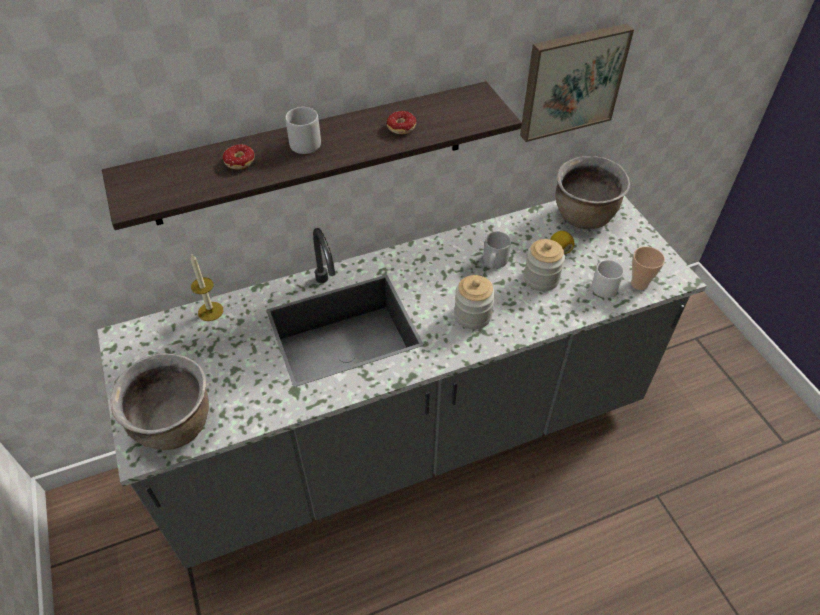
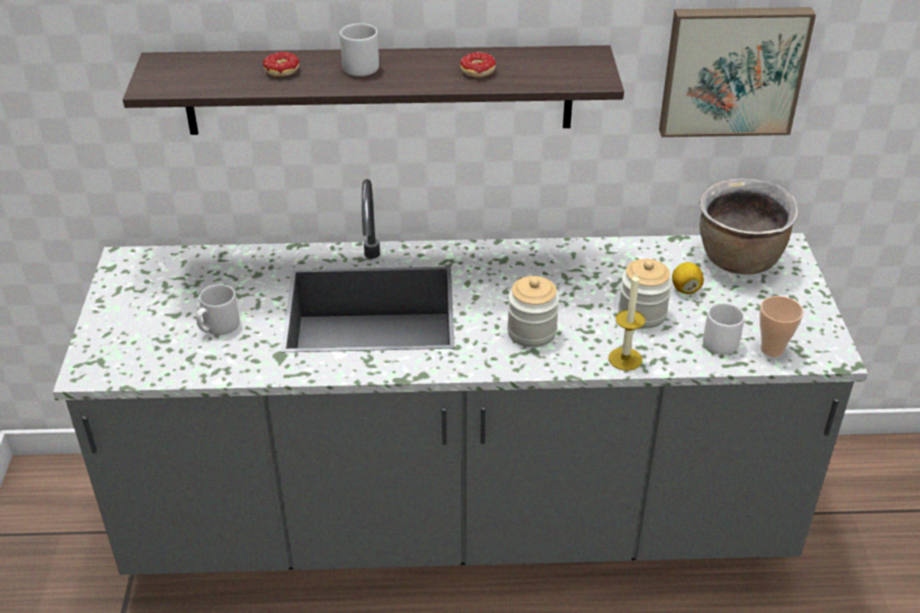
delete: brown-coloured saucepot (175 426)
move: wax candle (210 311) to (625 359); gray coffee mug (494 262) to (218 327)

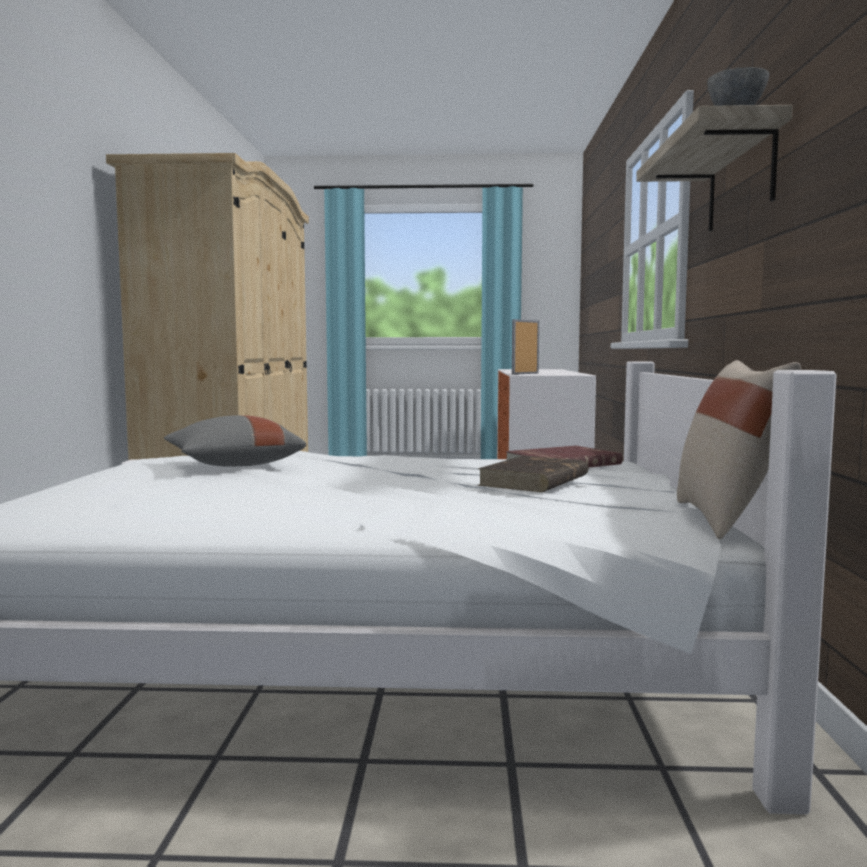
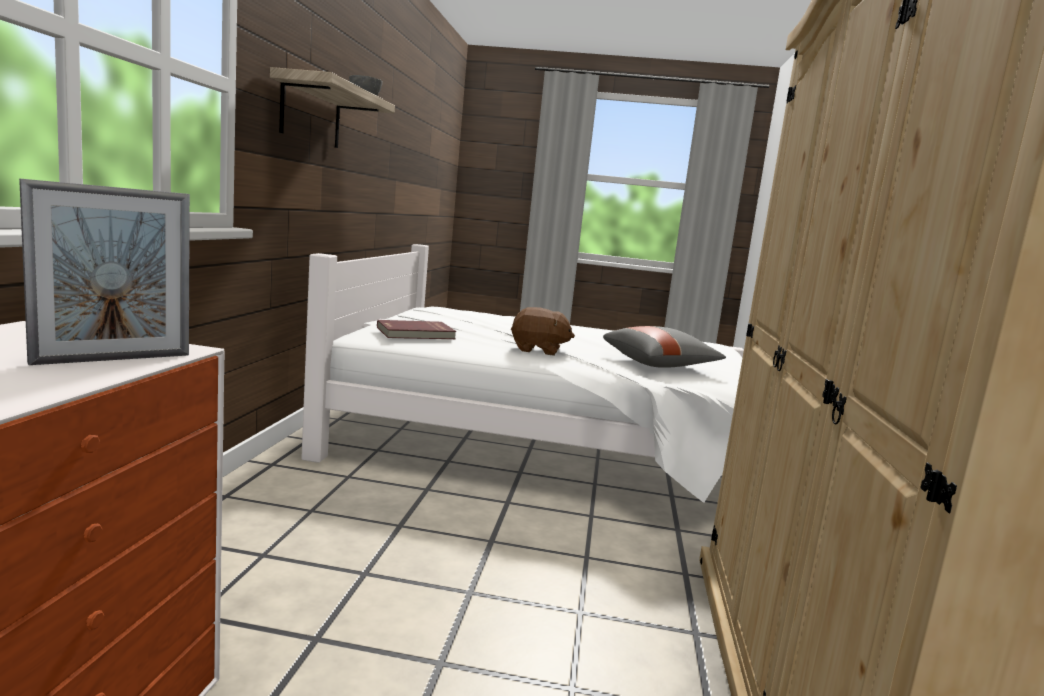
delete: brown-coloured book (534 481); beige-coloured cushion (728 519)
insert: brown-coloured plush toy (538 350)

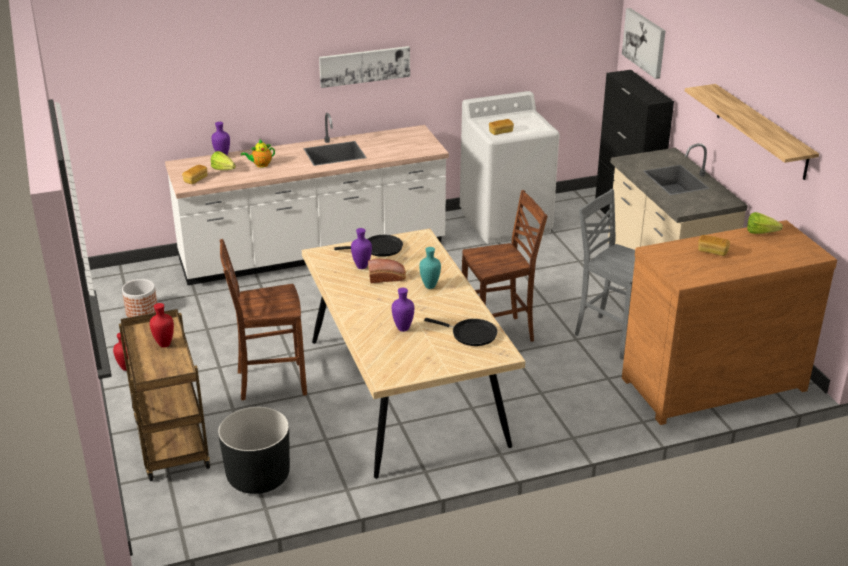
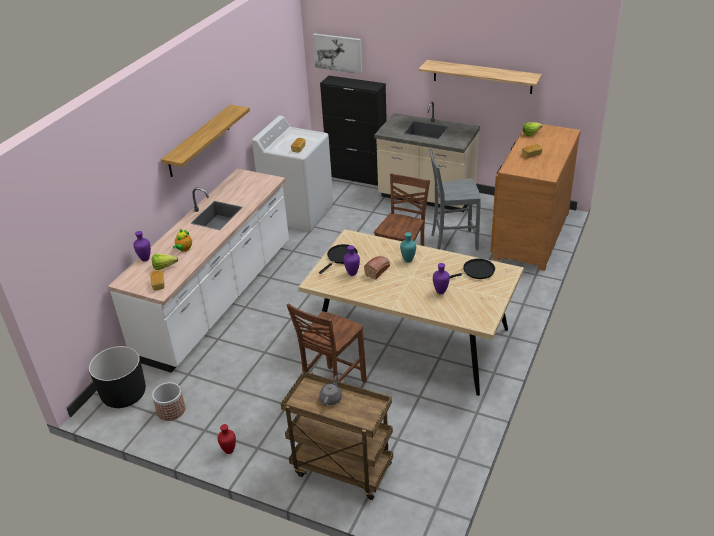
move: black-coloured flower pot (258 476) to (124 394)
replace: red vase (164 344) to gray teapot (331 398); picture (364 66) to bracket shelf (199 141)

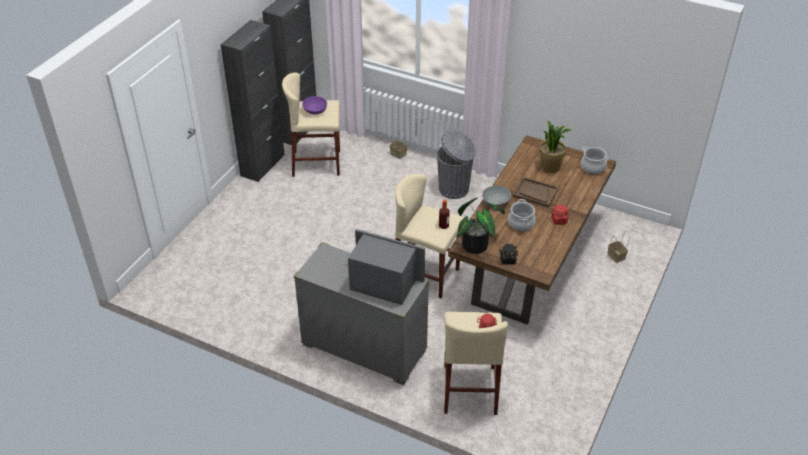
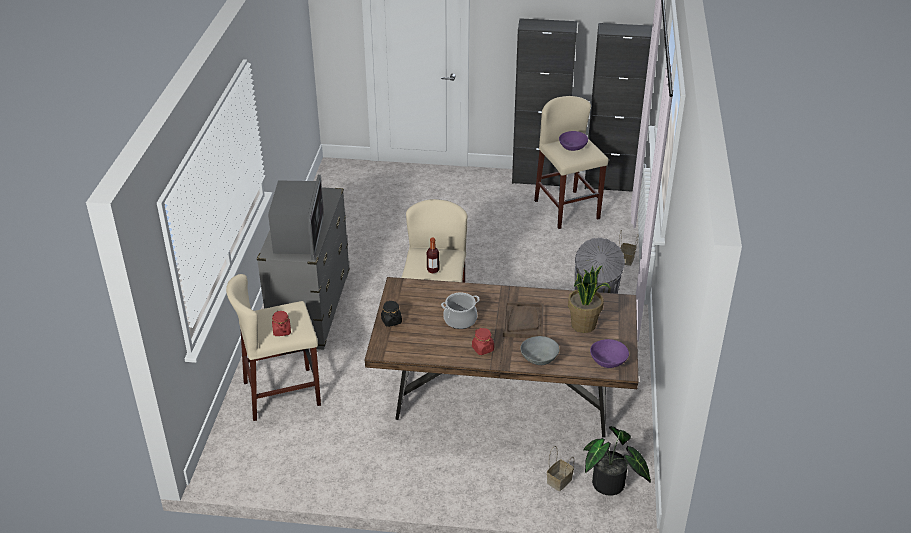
move: plant in a pot (478 245) to (610 487); gray serving bowl (496 202) to (539 358)
replace: saucepot (593 167) to purplish serving bowl (608 362)

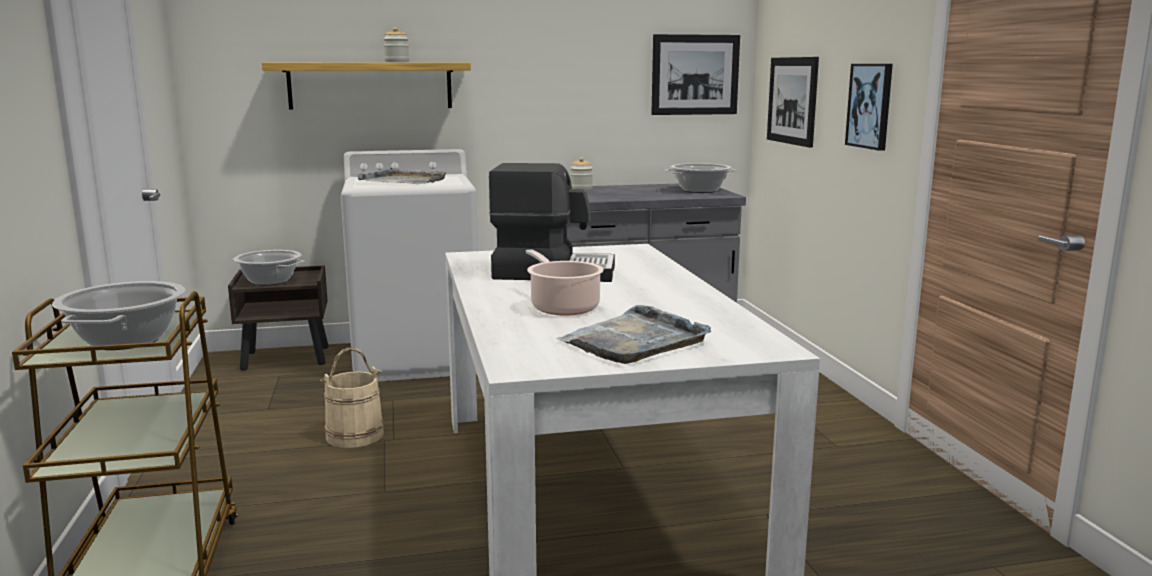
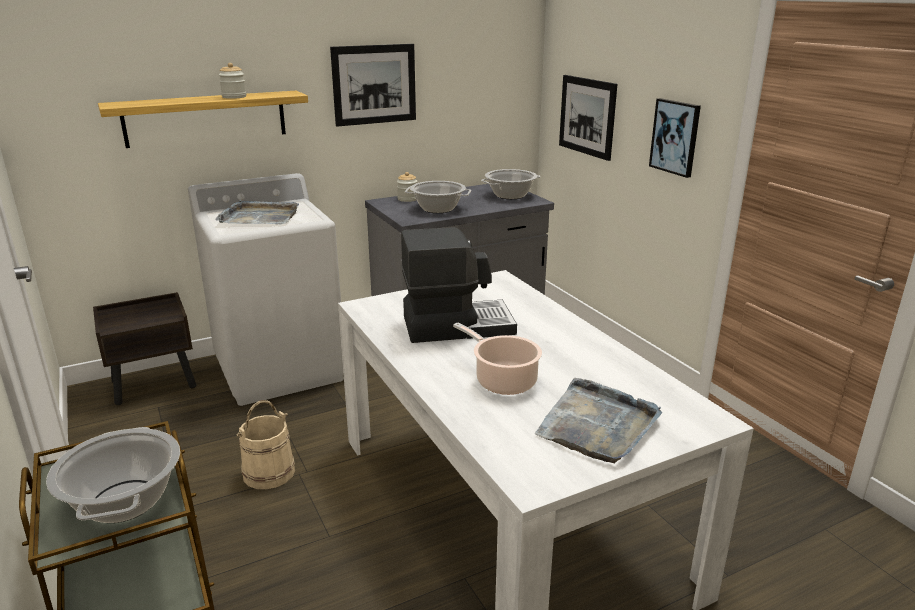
move: saucepot (269 281) to (437 209); picture (695 75) to (374 84)

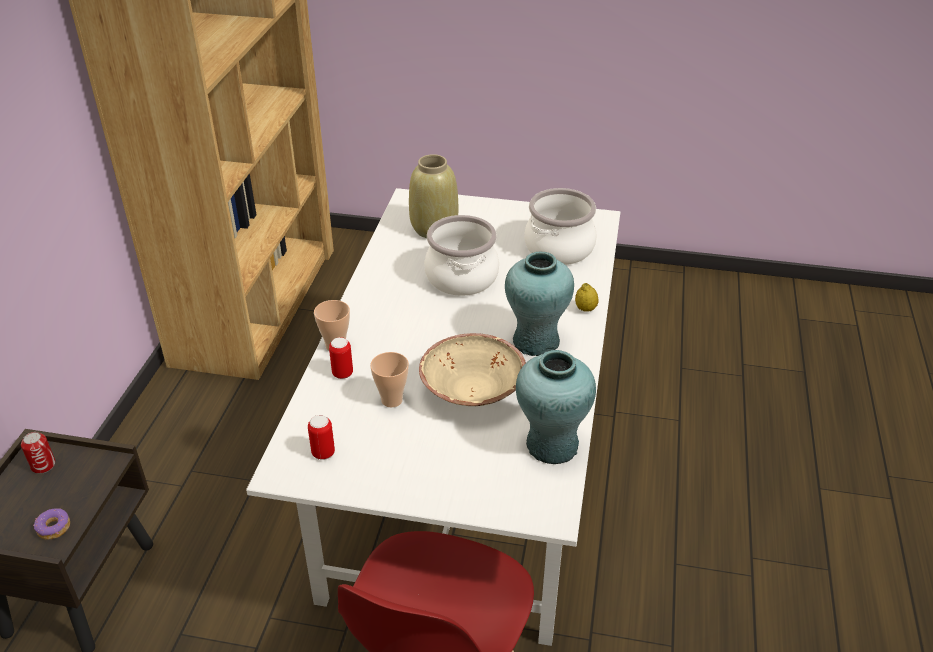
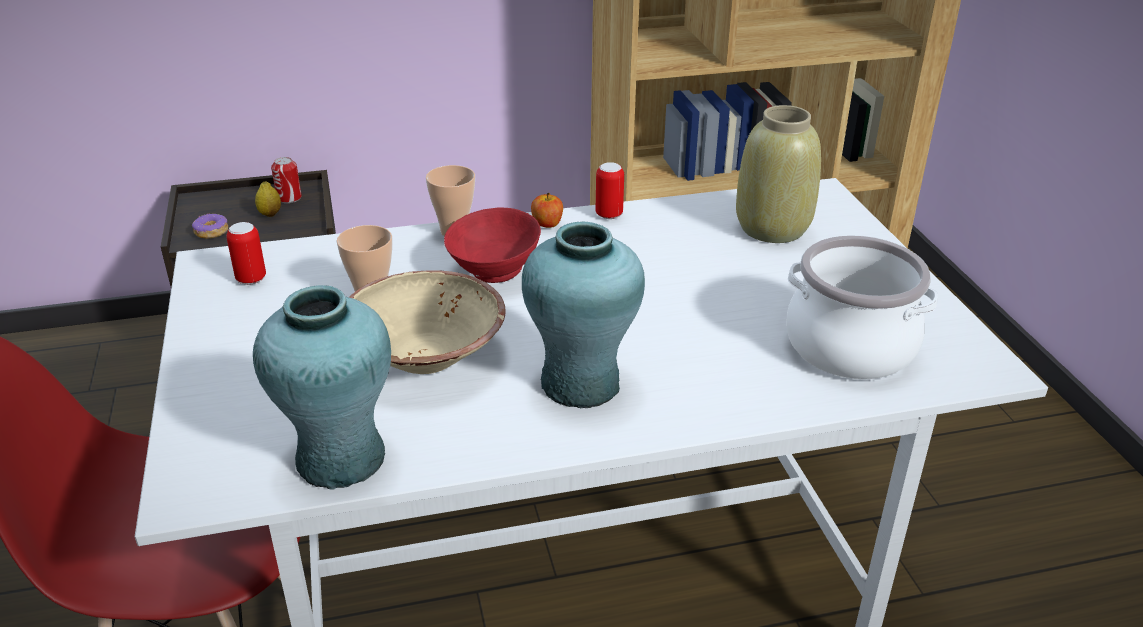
delete: saucepot (462 277)
insert: red serving bowl (493 272); apple fruit (547 224)
move: can (342 373) to (609 215); whole lemon (585 309) to (270 214)

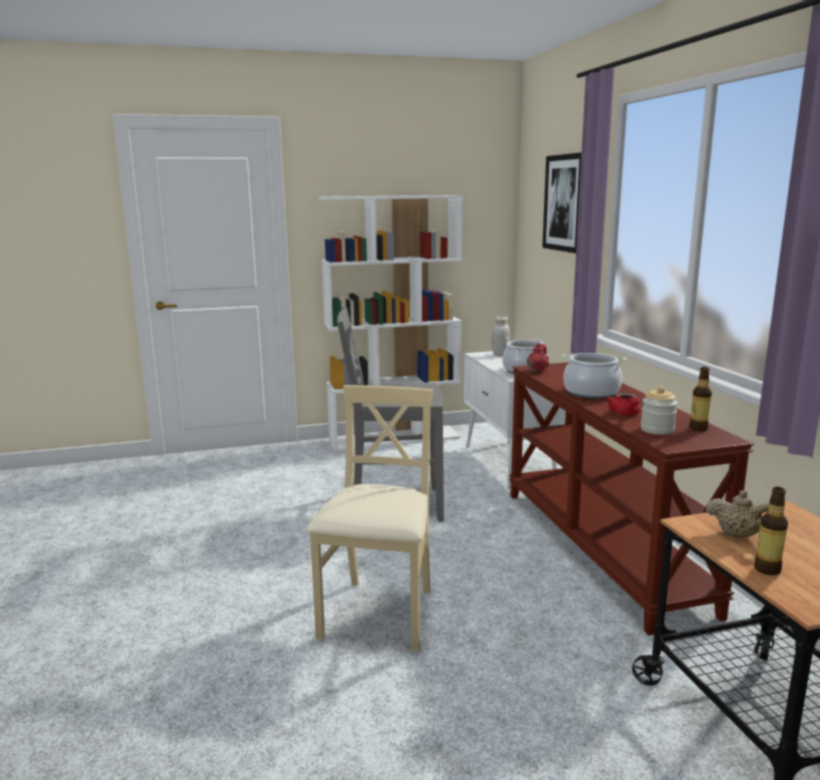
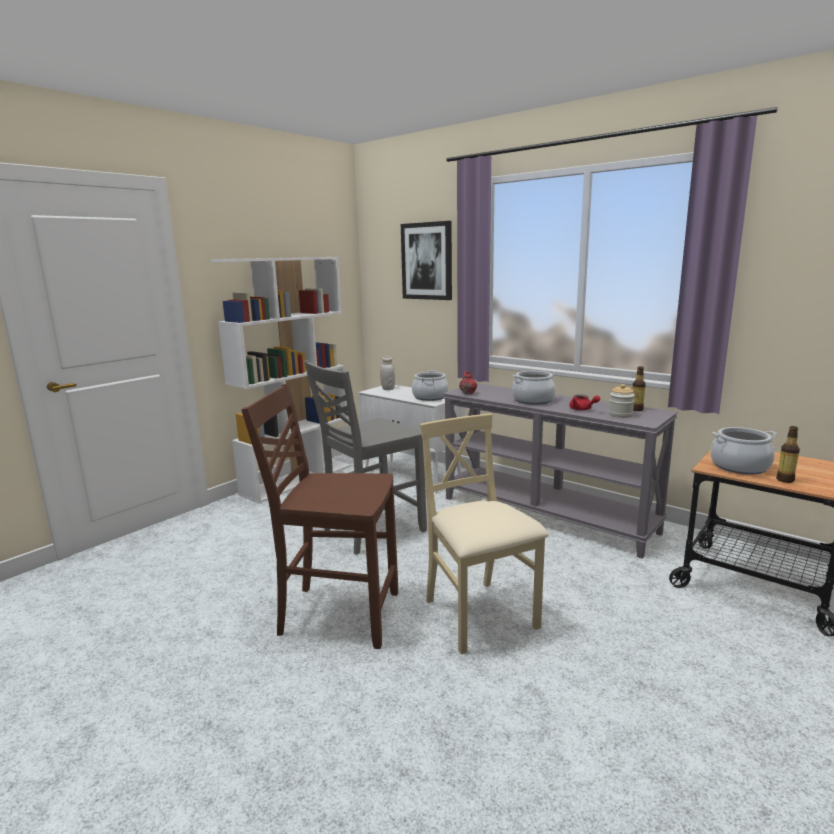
insert: brown-coloured upright chair (337 614)
replace: beige-coloured teapot (739 535) to saucepot (739 466)
recolor: brown-coloured narrow table (602 548) to gray narrow table (547 514)

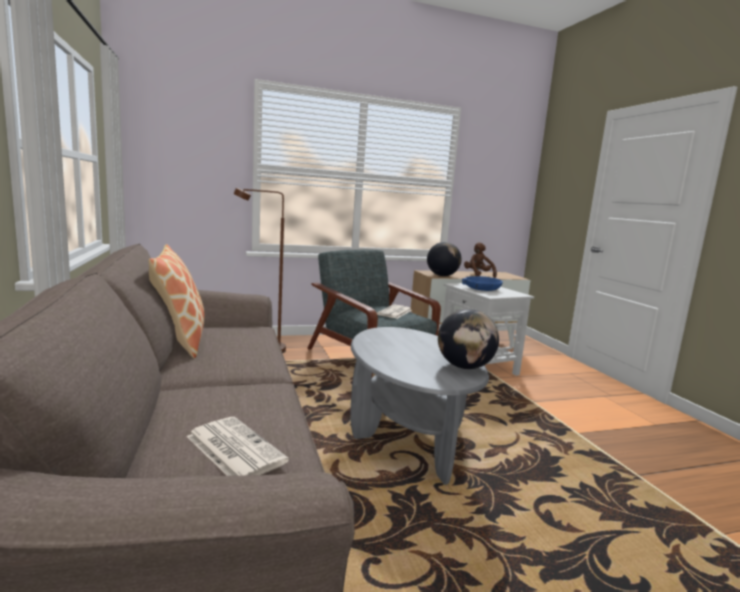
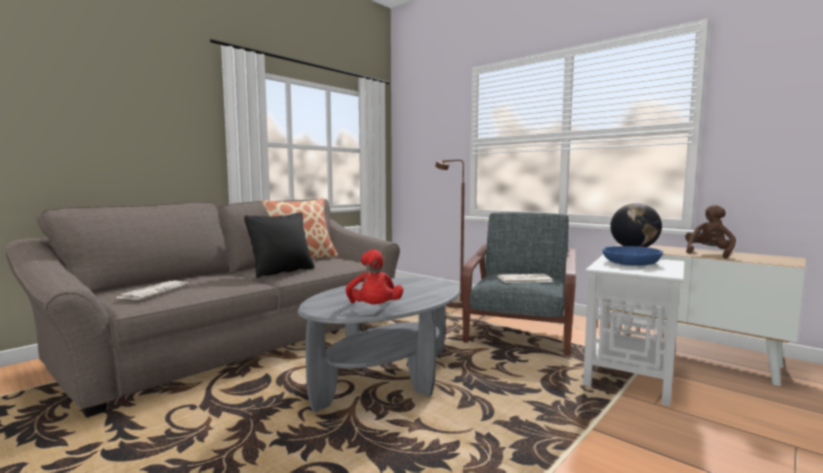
insert: black-coloured cushion (282 271)
replace: desk globe (464 367) to red plush toy (374 309)

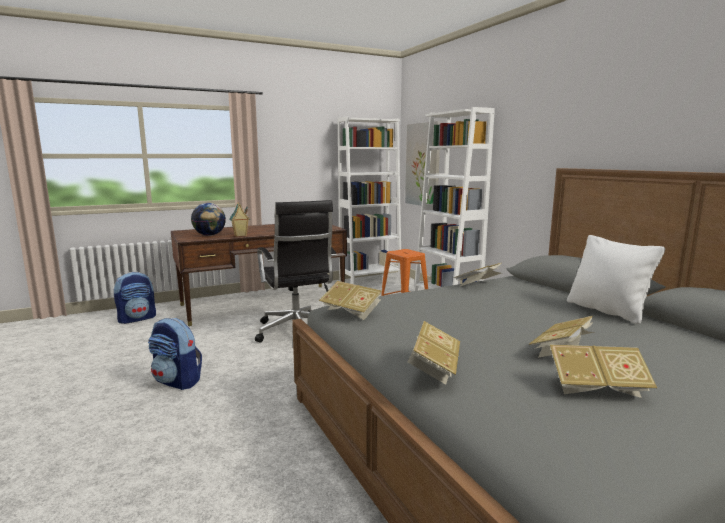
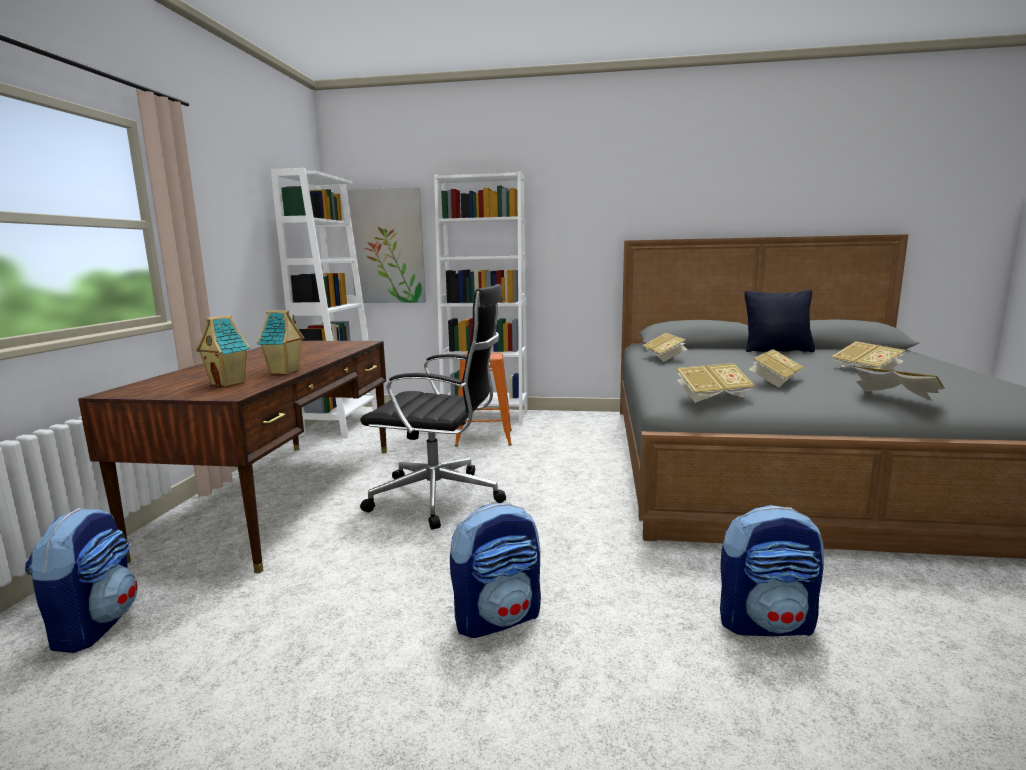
insert: rucksack (766 623)
move: book (596 388) to (775 381)
replace: desk globe (209 235) to model house (229 383)
recolor: white-coloured cushion (607 311) to black-coloured cushion (777 350)

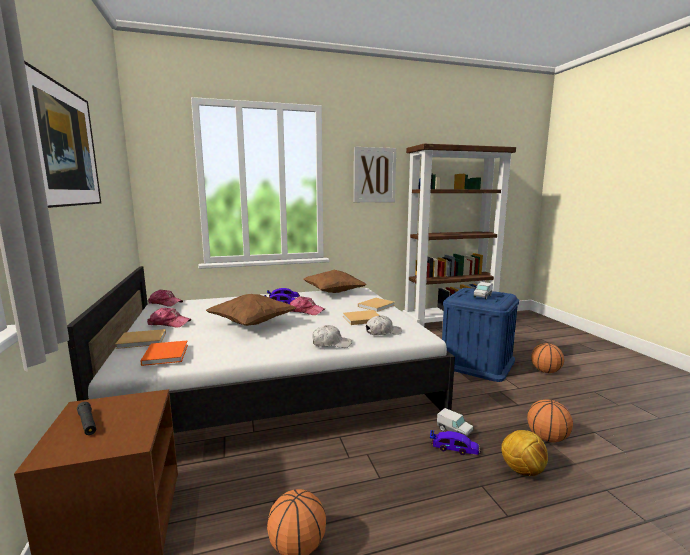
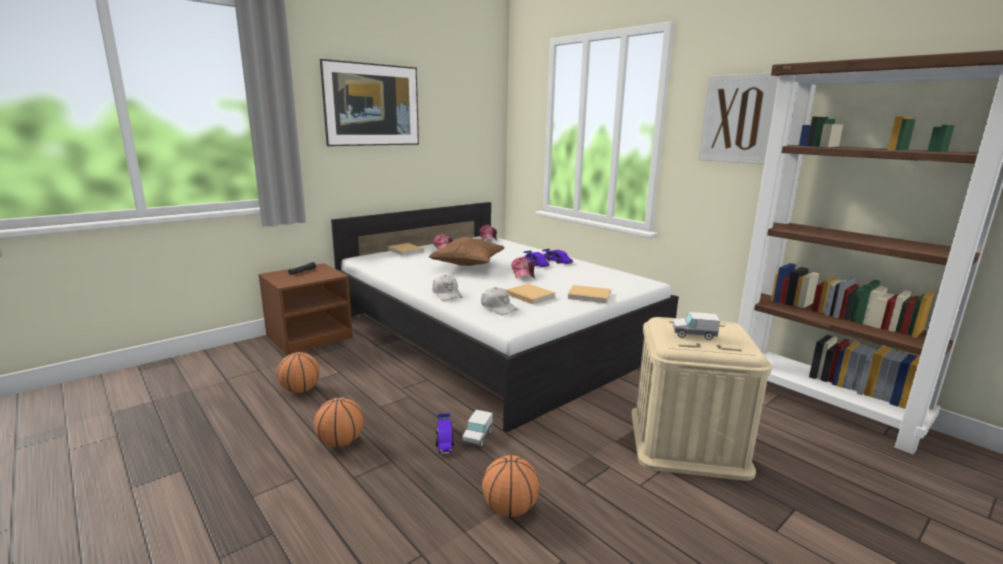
delete: orange book (166 354); brown-coloured cushion (334 292); football (522 470)
move: ball for basketball (545 371) to (341 442)
recolor: blue-coloured storage container (476 362) to beige-coloured storage container (687 441)

